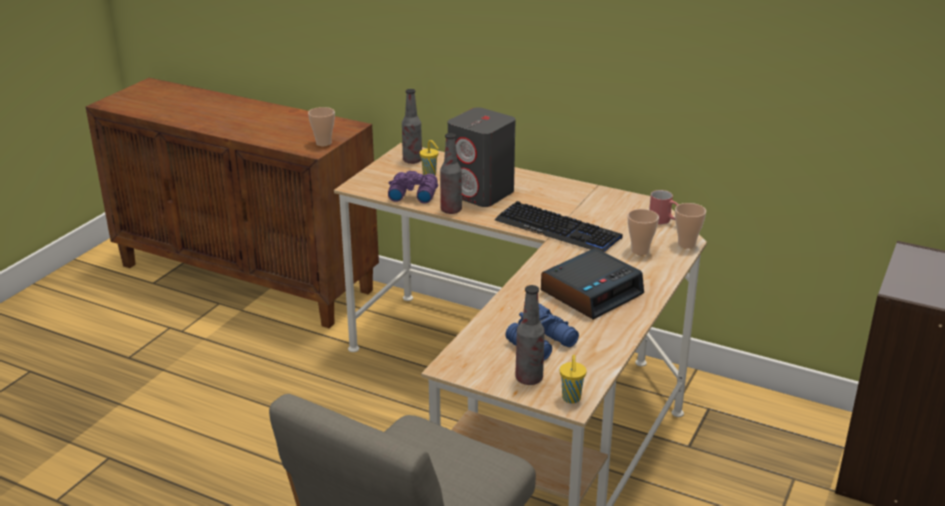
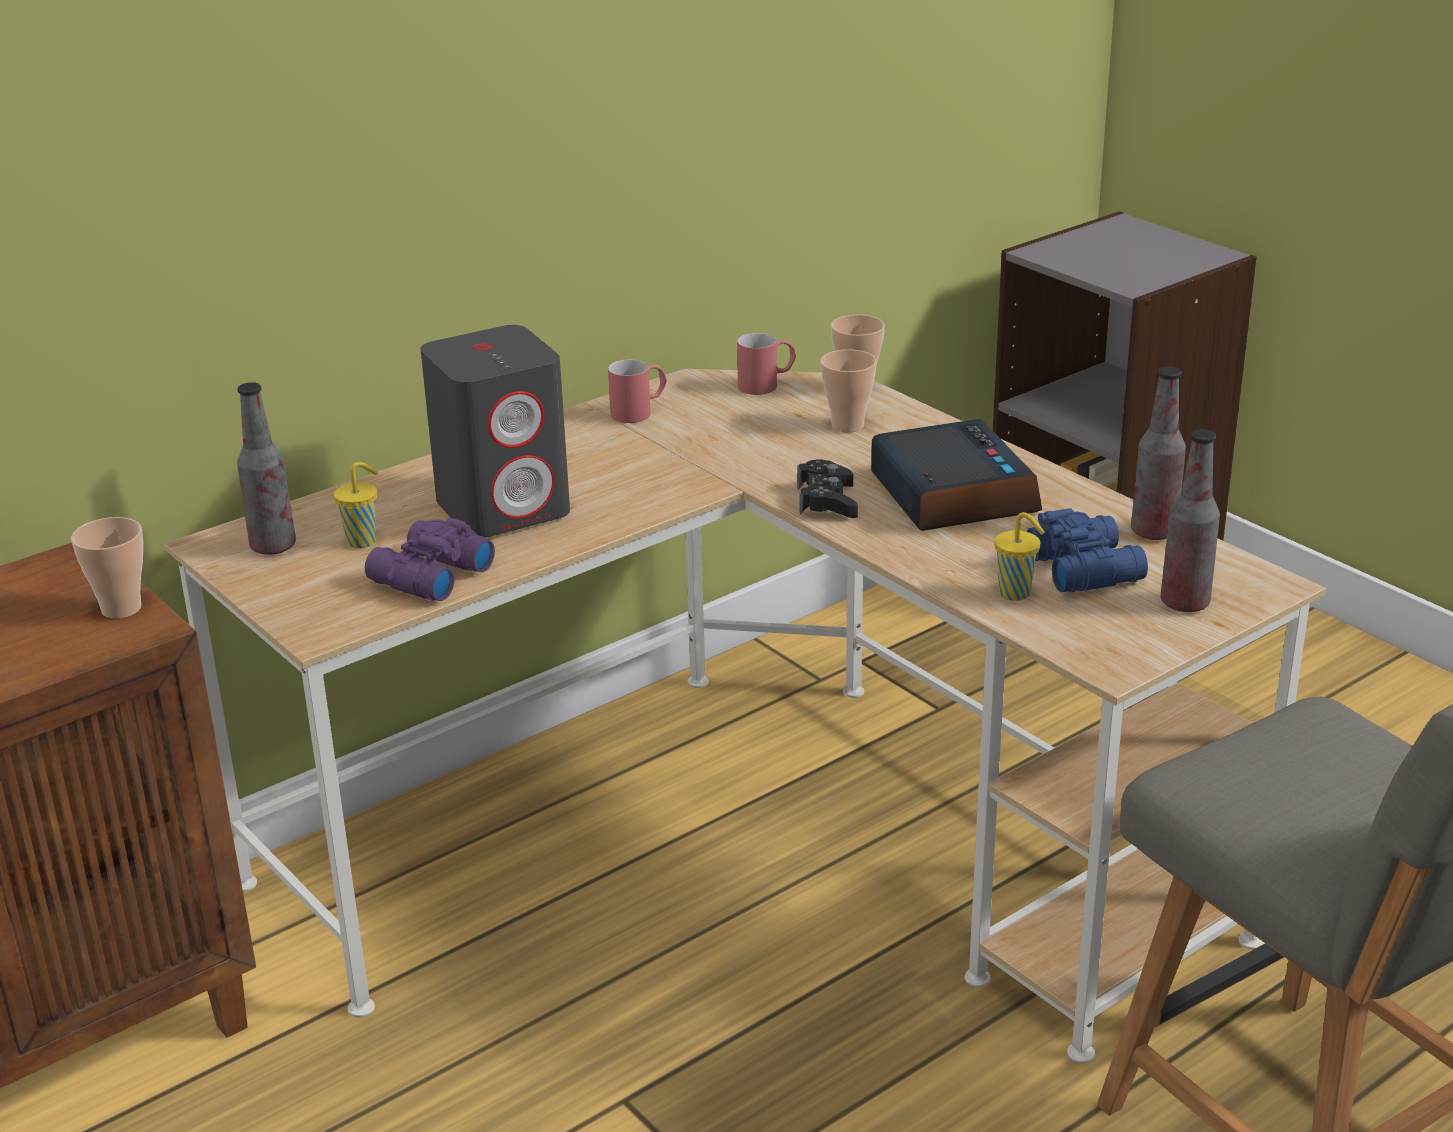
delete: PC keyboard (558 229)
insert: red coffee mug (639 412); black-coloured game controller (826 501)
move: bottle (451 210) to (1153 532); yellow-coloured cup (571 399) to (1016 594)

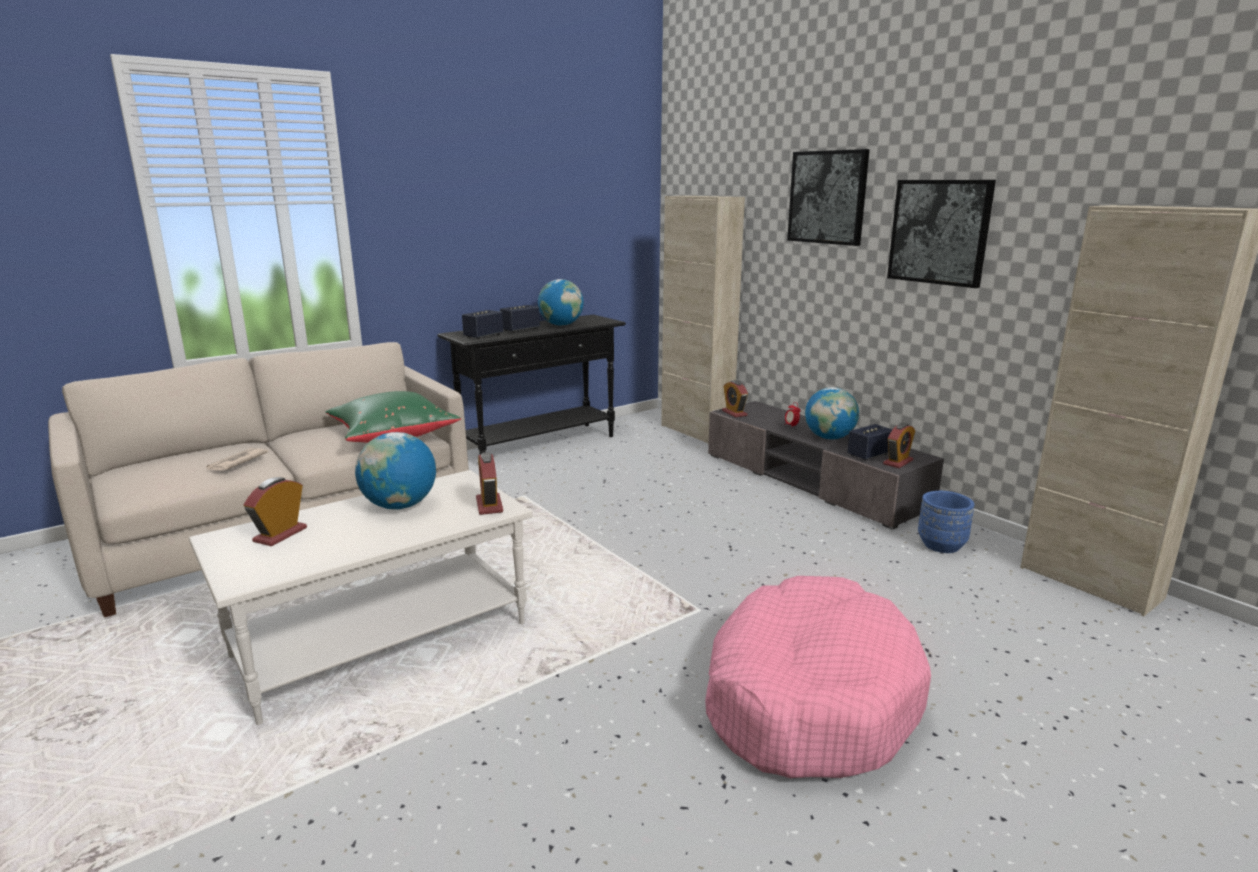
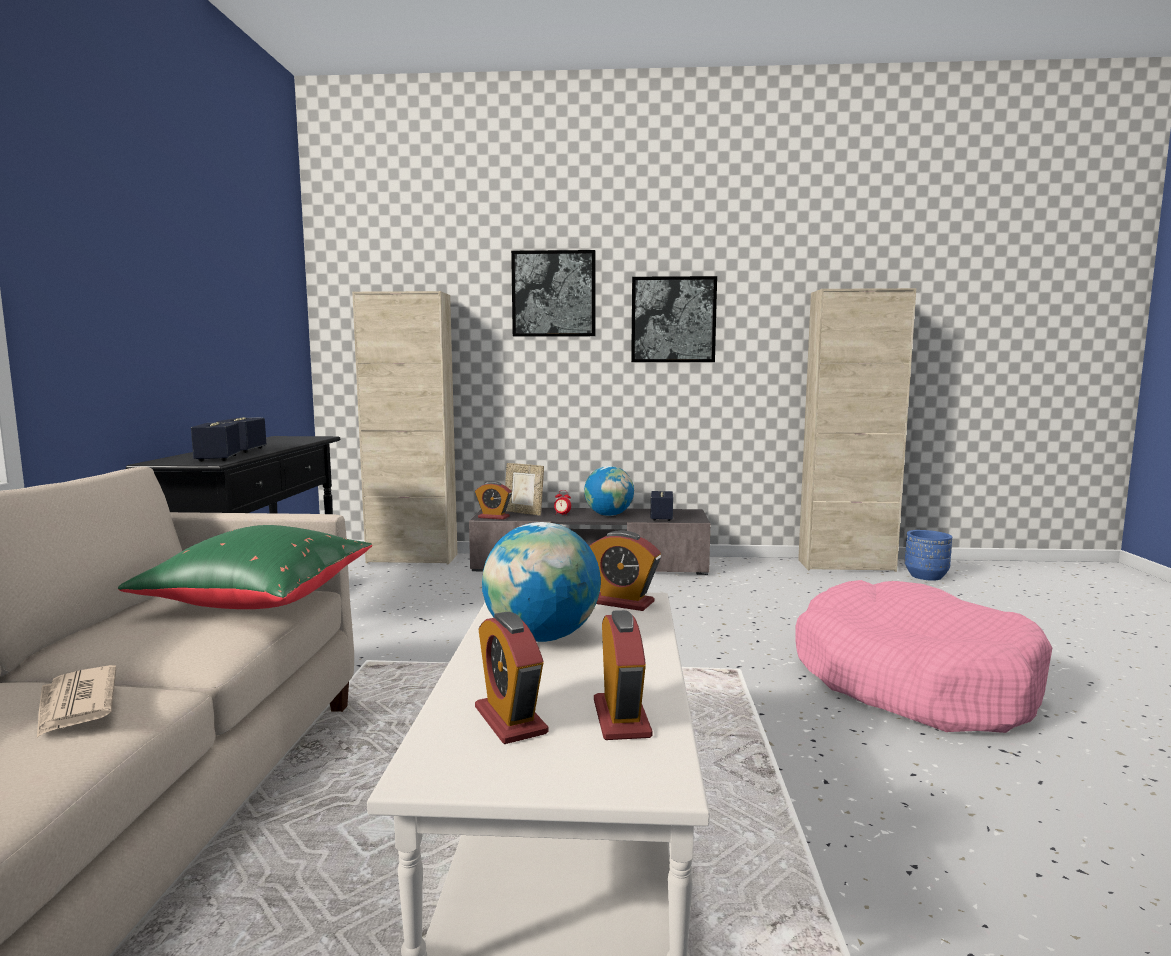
delete: desk globe (561 325)
insert: picture frame (523 512)
move: alarm clock (898 462) to (621 718); blue-coloured flower pot (941 545) to (926 576)

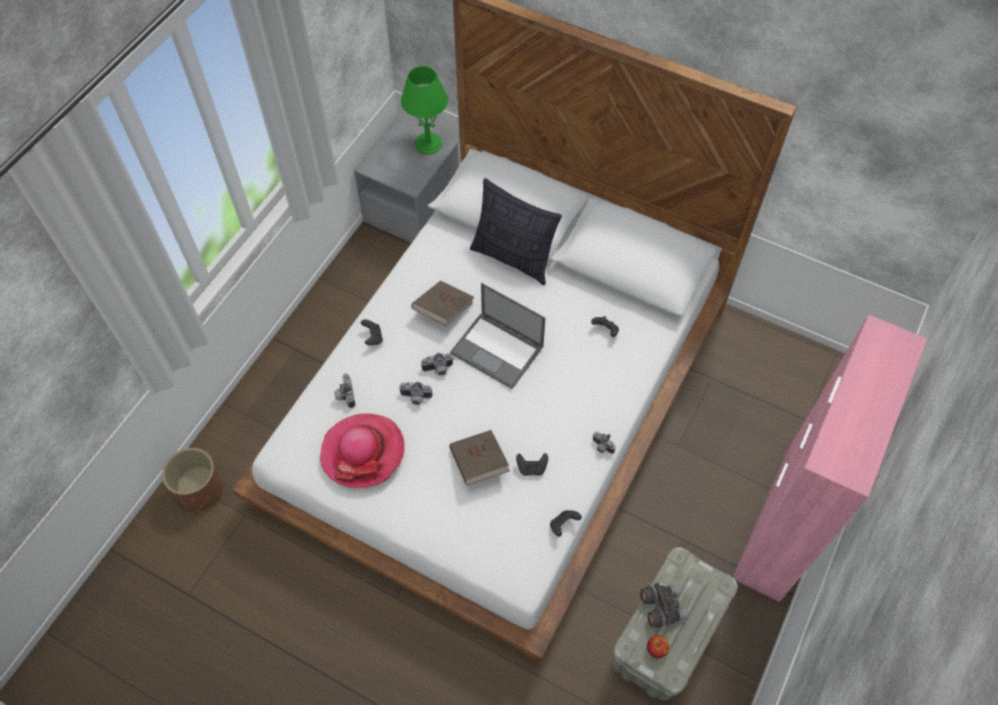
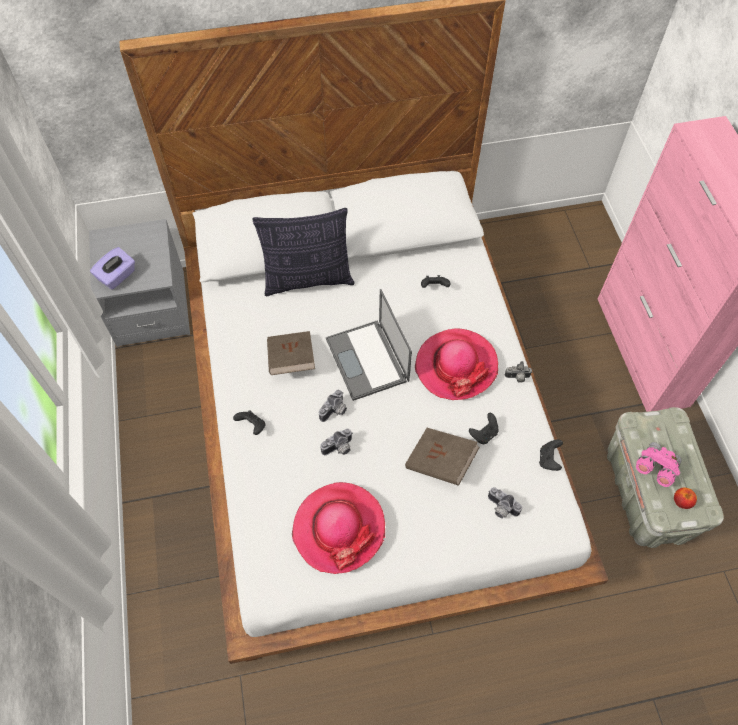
delete: brown-coloured flower pot (201 490); green lamp for a table (428 144)
insert: purplish tissue holder (117 276); wearable hat (456 366)
move: photo camera (344 395) to (500 508)
recolor: gray field glasses (661 607) to pinkish field glasses (655 468)
rotate: portable computer (498 350) = (368 360) 75 degrees clockwise

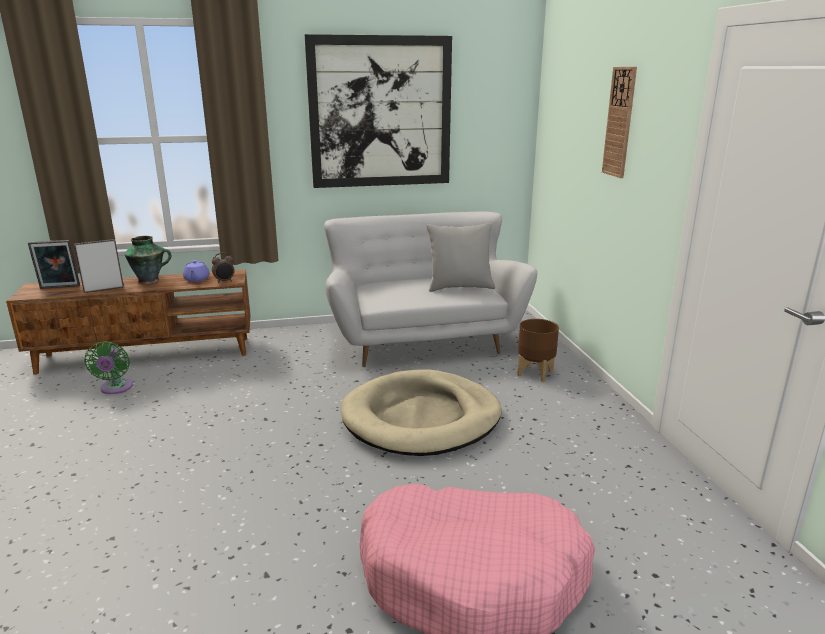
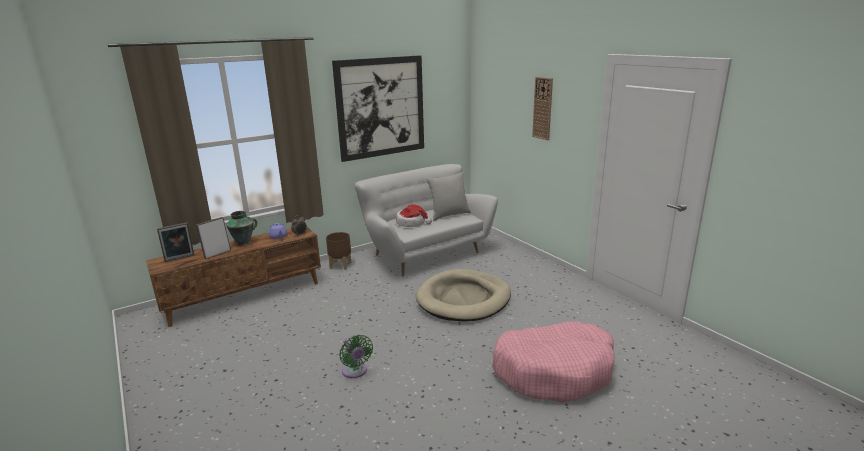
insert: wearable hat (411 223)
move: green fan (116 388) to (355 372); brown-coloured flower pot (535 373) to (341 265)

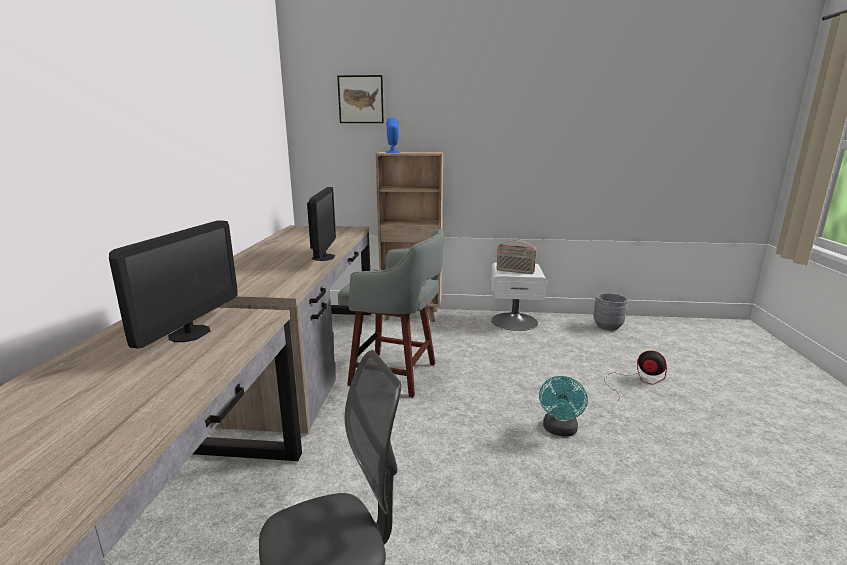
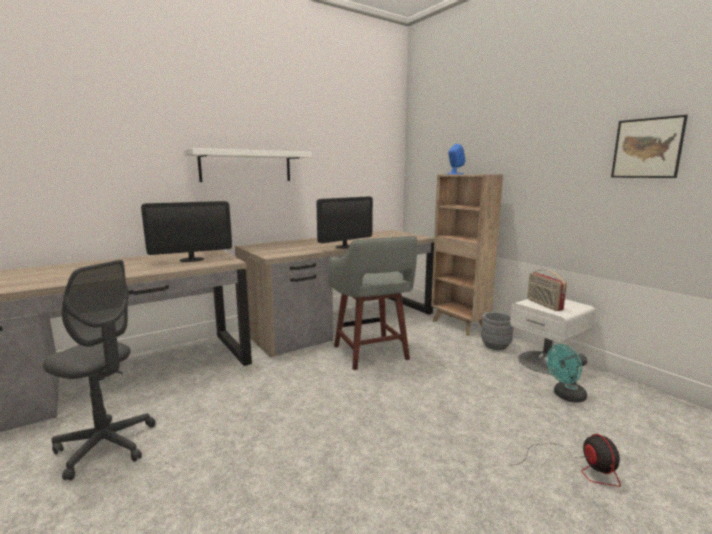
insert: white-coloured bracket shelf (246 166)
move: picture (361 99) to (647 148); blue-green fan (559 430) to (565 396); gray flower pot (608 326) to (495 346)

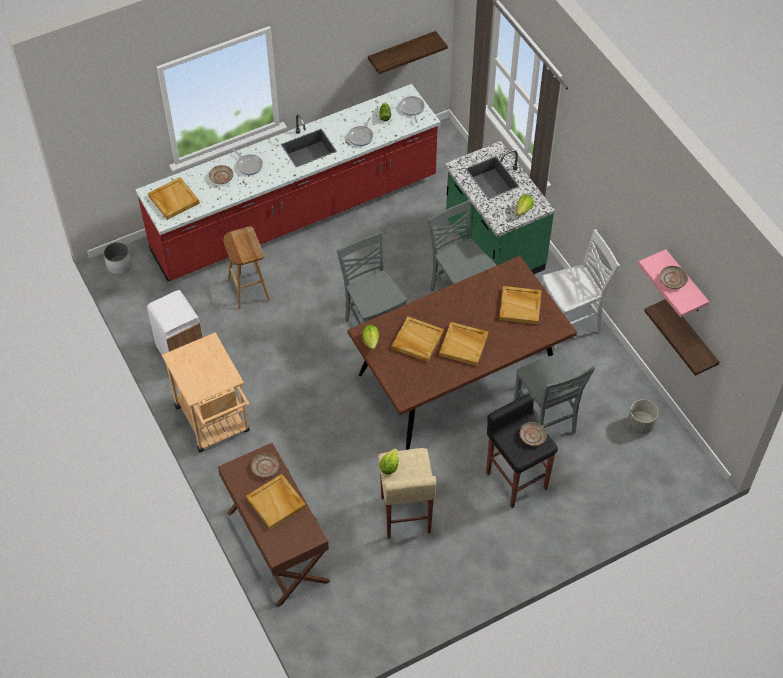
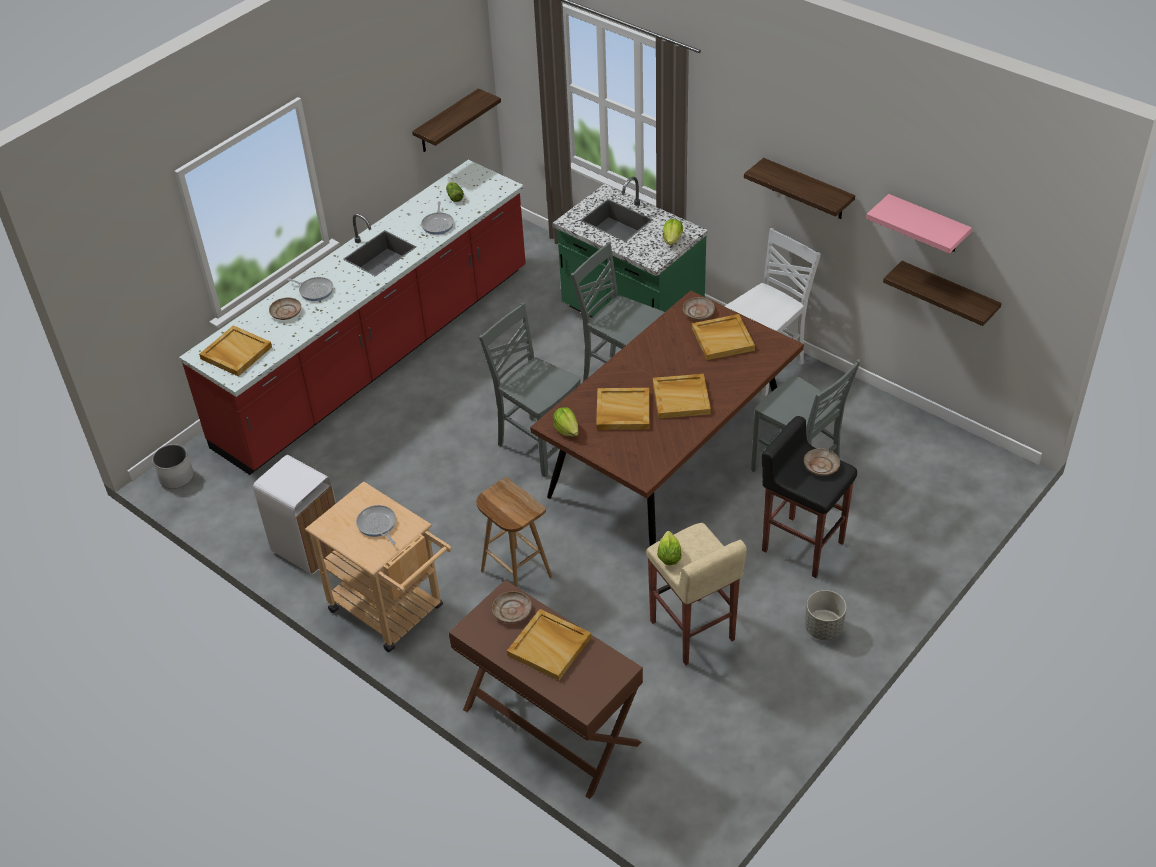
insert: bracket shelf (807 190)
move: brown-coloured sitting stool (248 289) to (515 573); skillet (412 109) to (377 525); gray flower pot (640 425) to (823 628); beige-coloured dinner plate (673 280) to (698 312)

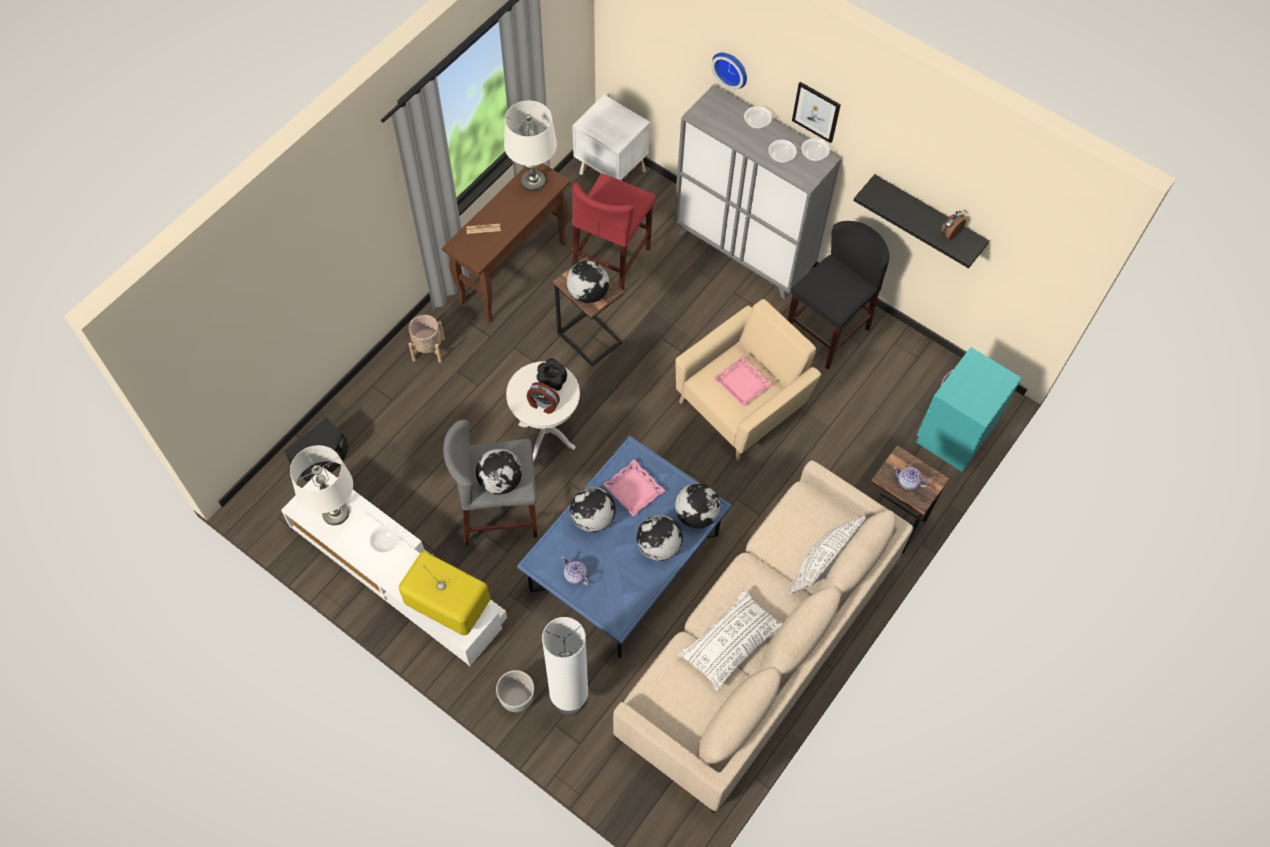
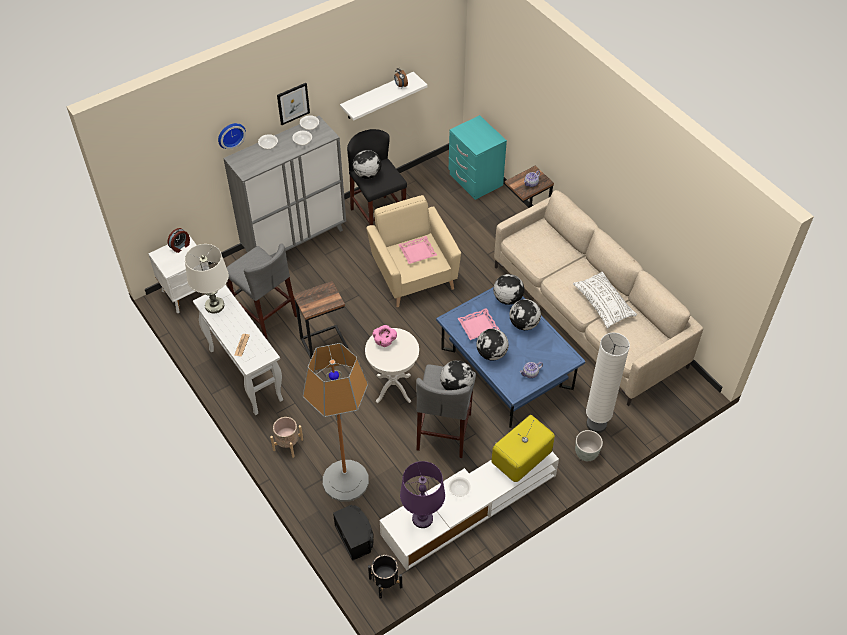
delete: white-coloured cushion (822 564)
insert: standard lamp (345 481); black-coloured flower pot (385 582)
move: alarm clock (543 404) to (180 246); desk globe (588 293) to (367 174)
recolor: white-coloured lamp for a table (336 513) to purplish lamp for a table (422 518); brown-coloured narrow table (514 272) to white-coloured narrow table (245 374); black-coloured serving bowl (552 381) to pinkish serving bowl (384 341); red sitting stool (612 261) to gray sitting stool (265 314); black-coloured bracket shelf (927 217) to white-coloured bracket shelf (377 96)

